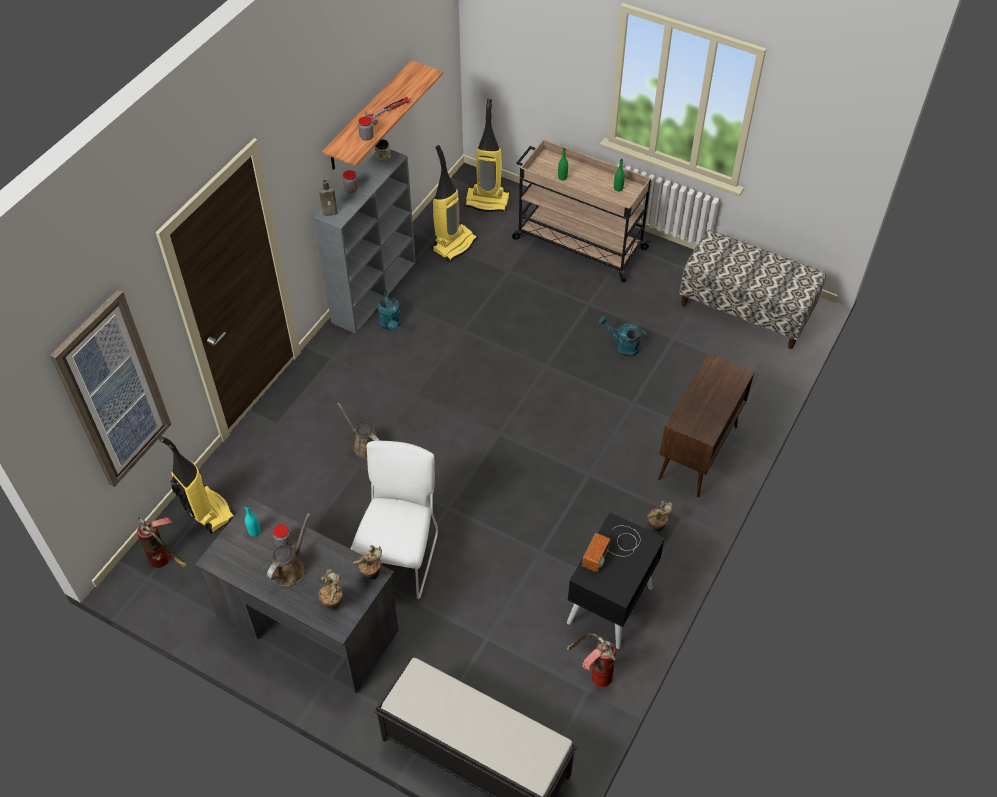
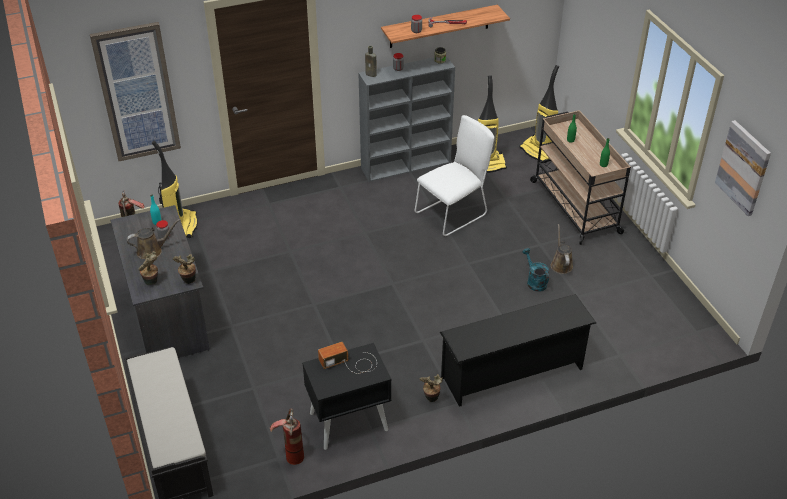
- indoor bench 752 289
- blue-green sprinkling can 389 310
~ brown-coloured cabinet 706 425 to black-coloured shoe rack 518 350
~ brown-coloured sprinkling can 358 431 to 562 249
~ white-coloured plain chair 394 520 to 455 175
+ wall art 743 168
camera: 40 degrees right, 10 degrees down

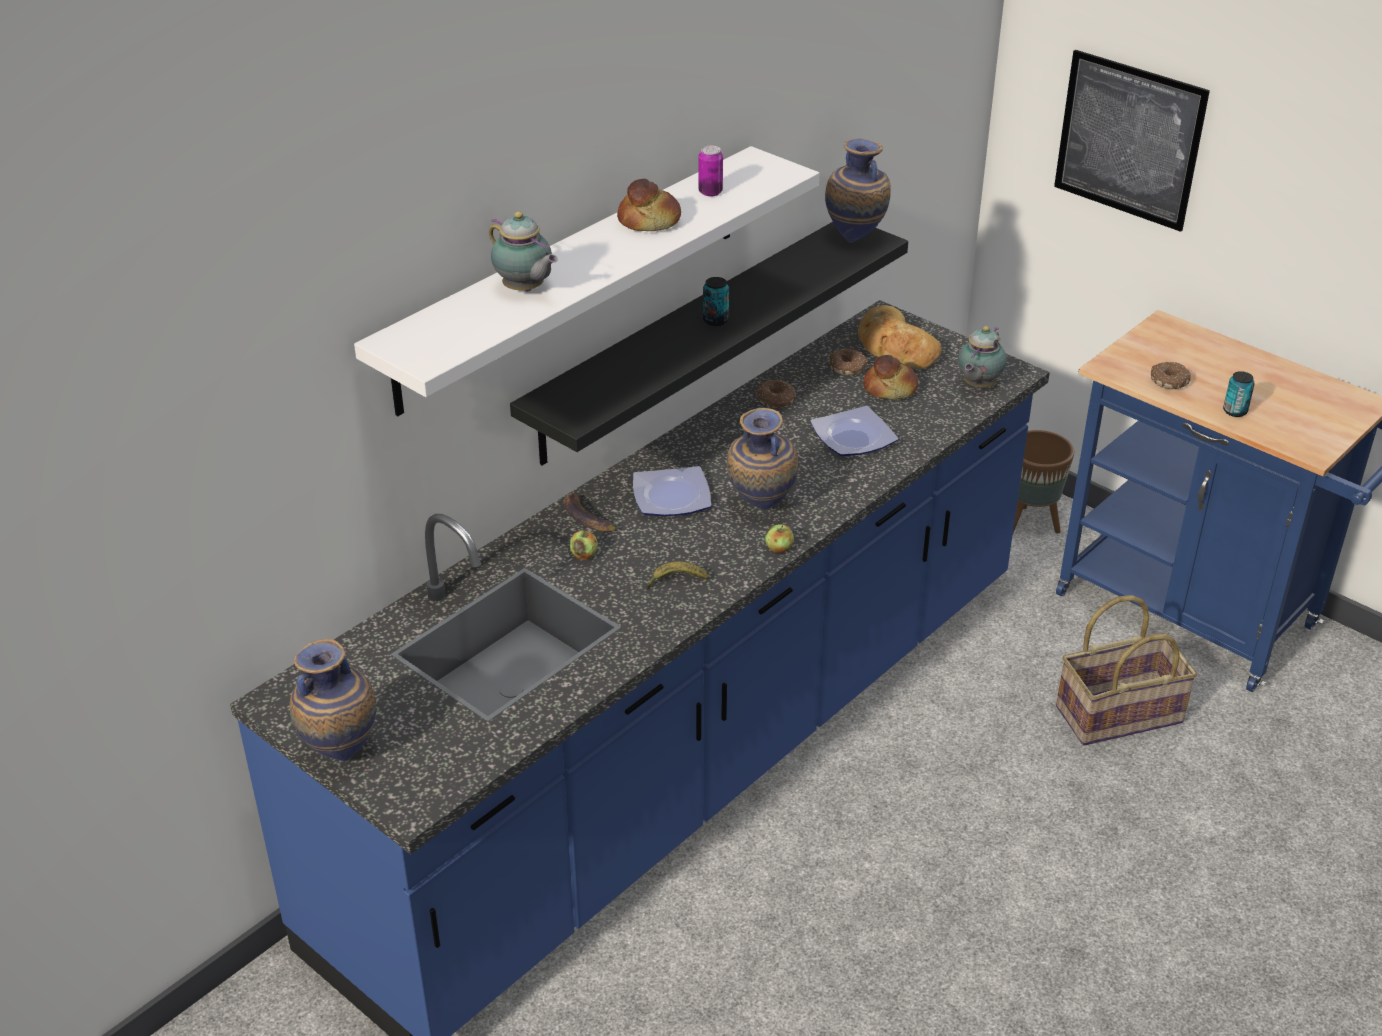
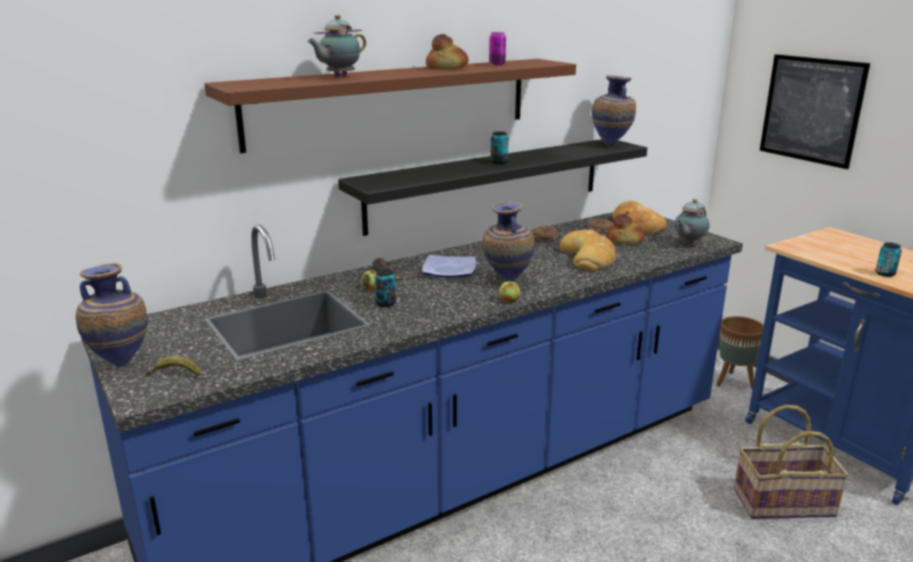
~ white-coloured shelf 586 281 to brown-coloured shelf 390 106
~ tea pot 523 252 = 336 46 75 degrees clockwise
- donut 1170 375
~ dinner plate 854 431 to bakery bread 588 250
~ banana fruit 677 575 to 173 366
+ can 385 288
camera: 15 degrees right, 15 degrees down

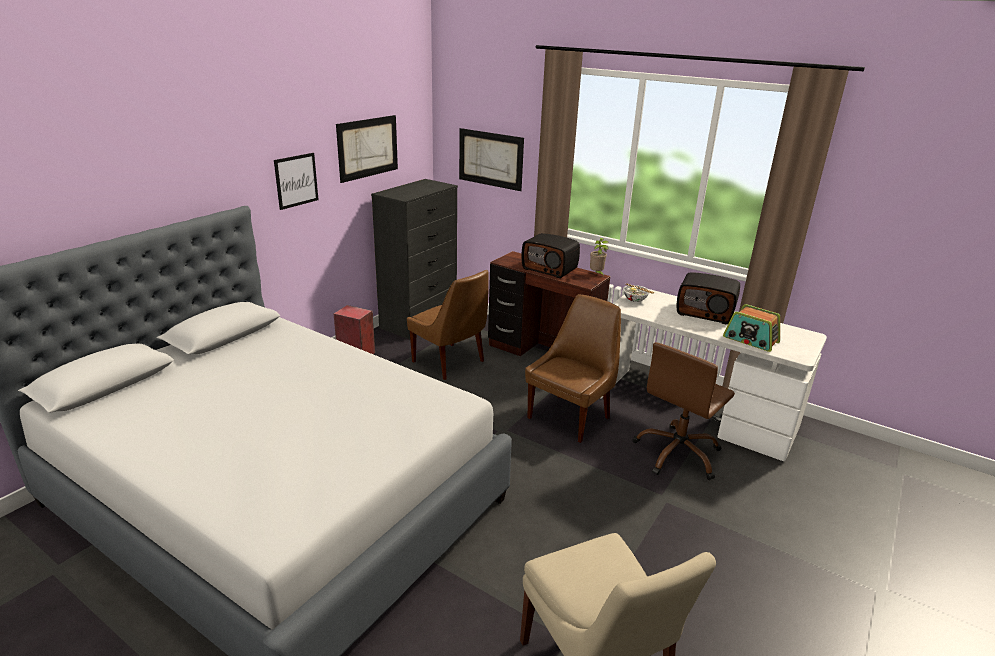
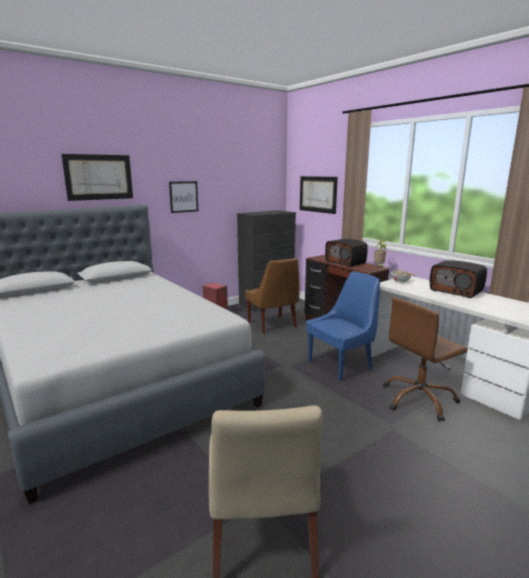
~ wall art 367 149 to 97 177
~ brown-coloured plain chair 573 368 to blue plain chair 343 326
- radio 751 328
camera: 20 degrees right, 10 degrees down

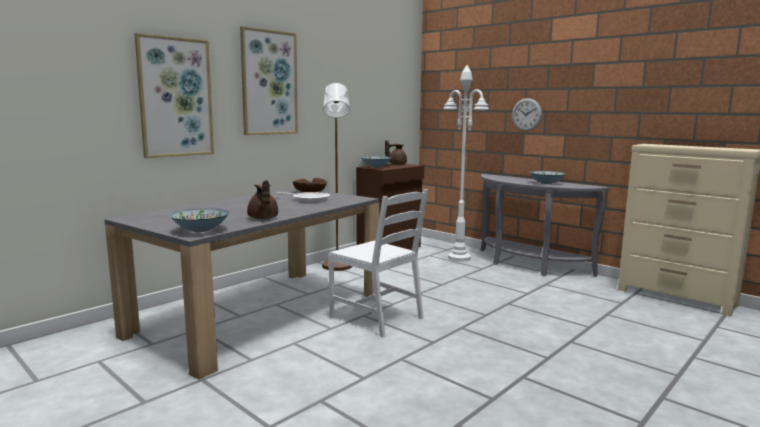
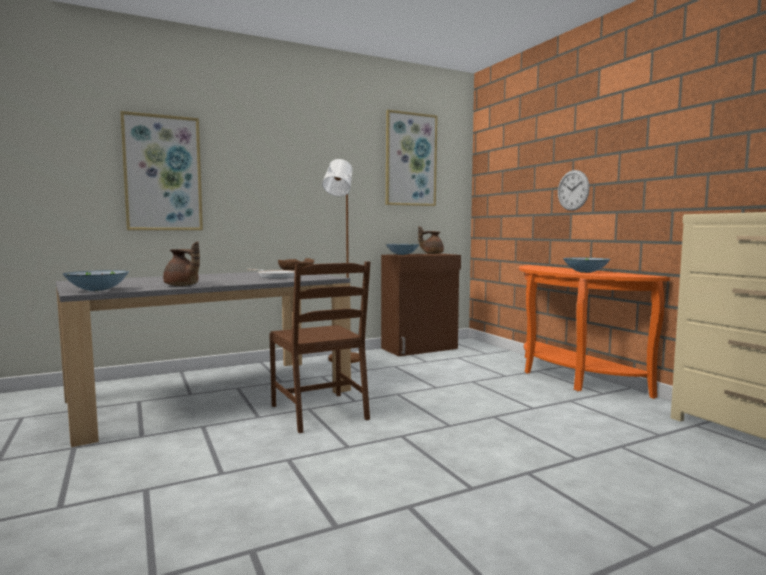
~ wall art 269 80 to 412 158
- white-coloured standing lamp 466 163
~ greyish console table 545 225 to orange-coloured console table 594 332
~ brown-coloured tea pot 262 199 = 181 263 60 degrees counterclockwise
~ white-coloured plain chair 378 263 to brown-coloured plain chair 319 347
camera: 20 degrees right, 5 degrees down

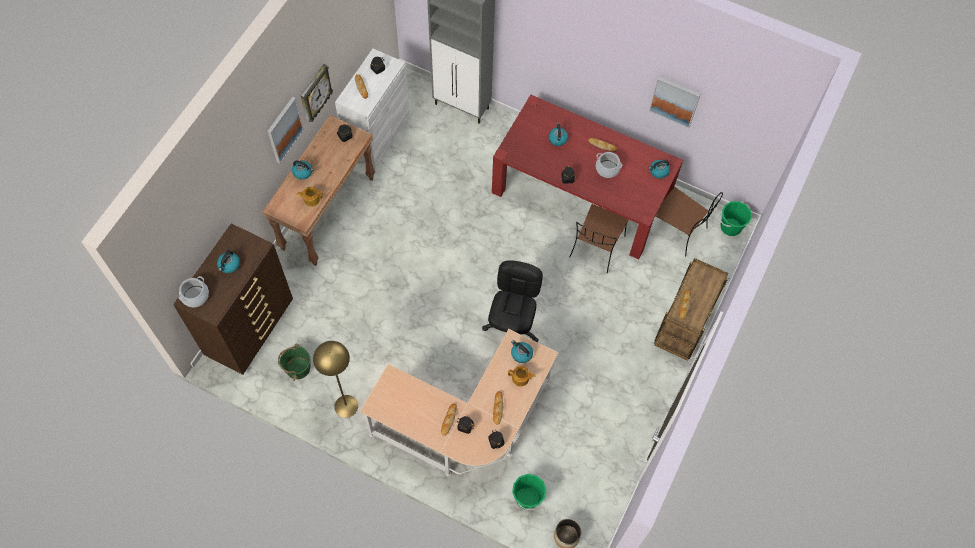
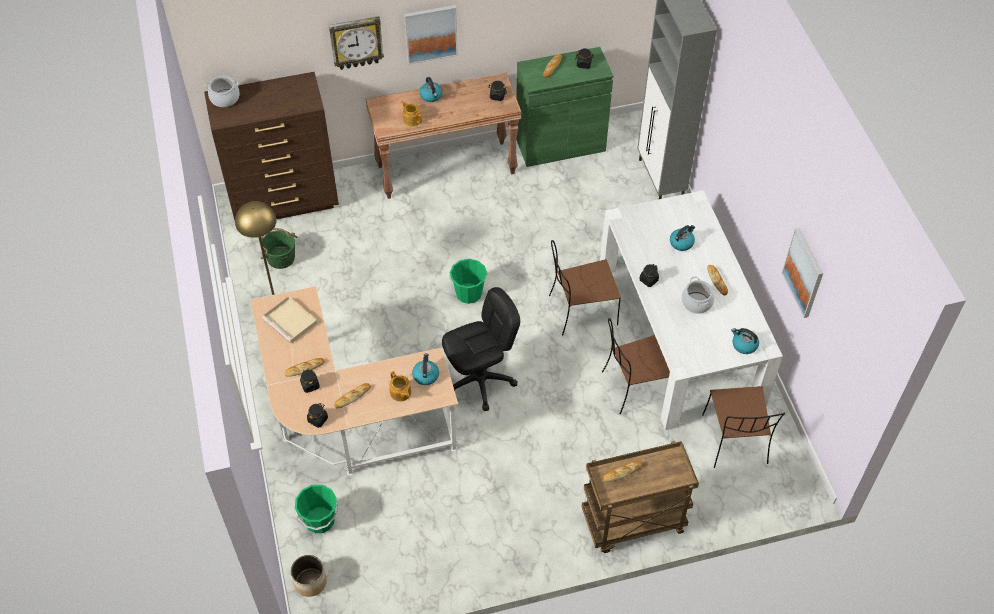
~ white-coloured cabinet 372 108 to greenish cabinet 564 107
~ wall clock 317 93 to 356 43
~ red kitchen table 587 177 to white-coloured kitchen table 691 310
~ greenish pail 736 218 to 468 281
- kettle 228 261
+ brown-coloured plain chair 585 287
+ beige-coloured carrying tray 290 320
camera: 50 degrees right, 10 degrees down

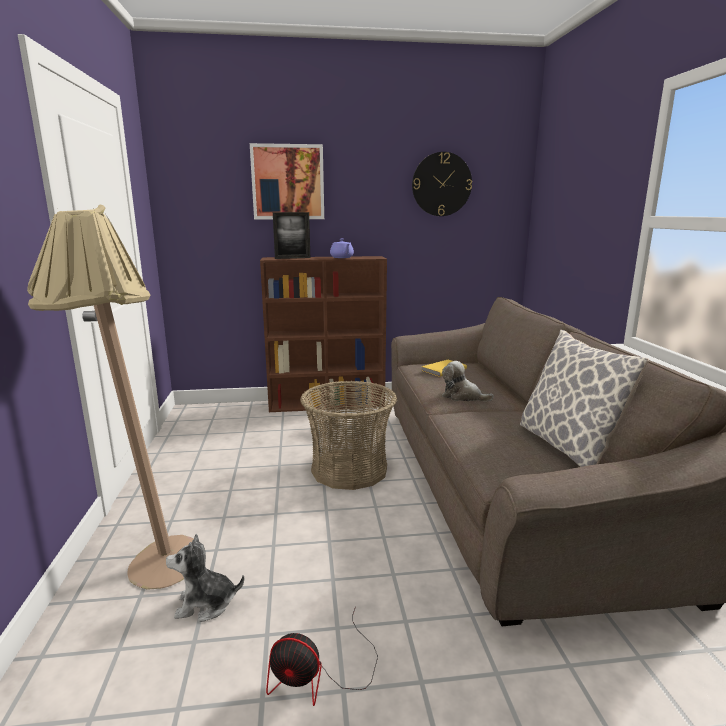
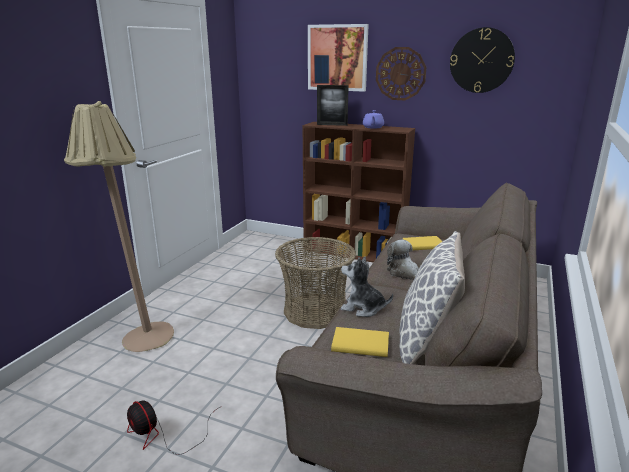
~ soft toy 205 578 to 367 287
+ wall clock 401 73
+ yellow volume 360 342
camera: 30 degrees right, 5 degrees up

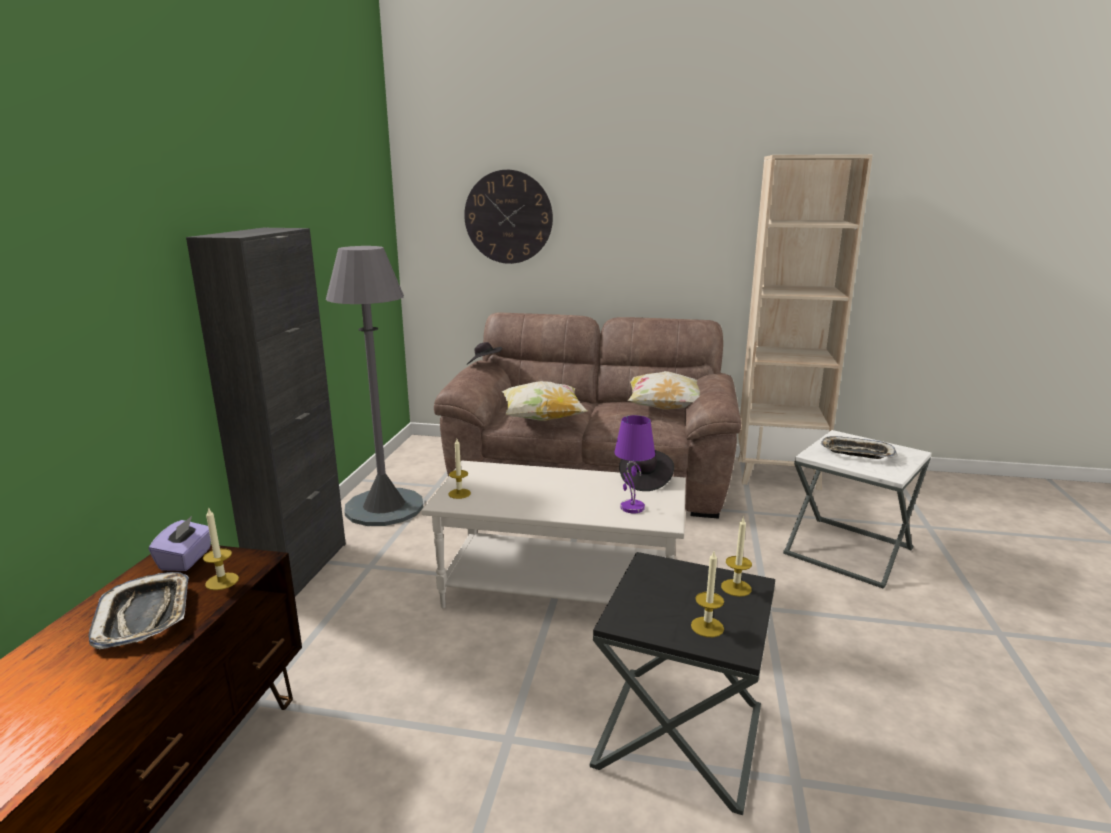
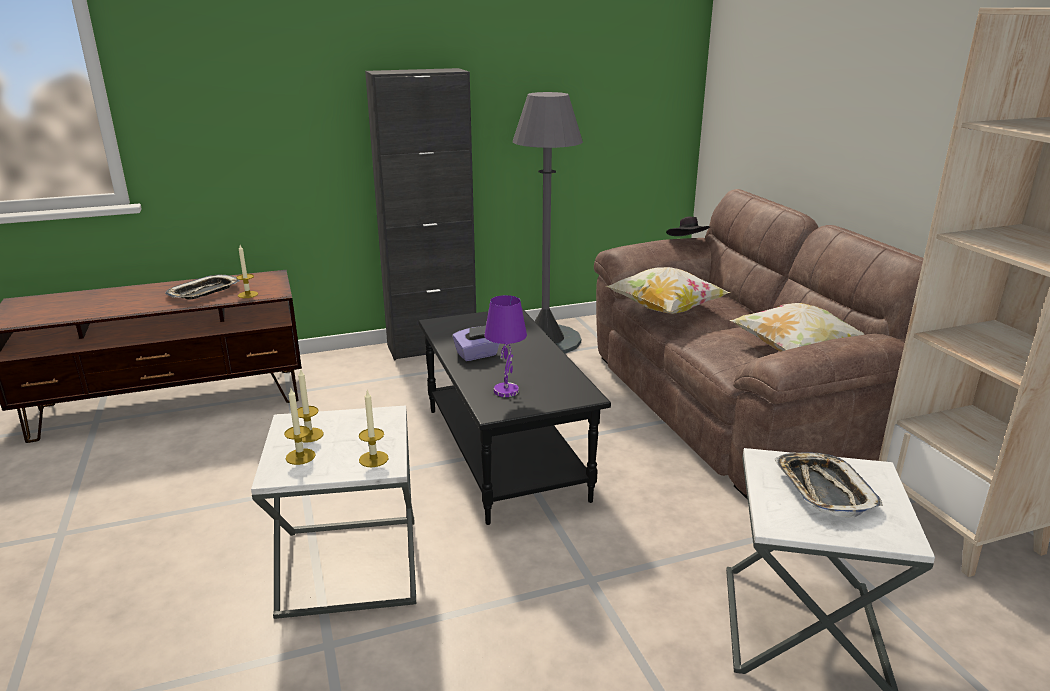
- wall clock 508 217
~ wax light 459 469 to 310 405
- black-coloured clothing hat 646 470
~ white-coloured lounge table 554 534 to black-coloured lounge table 514 417
~ purplish tissue holder 180 543 to 476 343
~ black-coloured end table 682 683 to white-coloured end table 333 512
camera: 60 degrees right, 5 degrees up

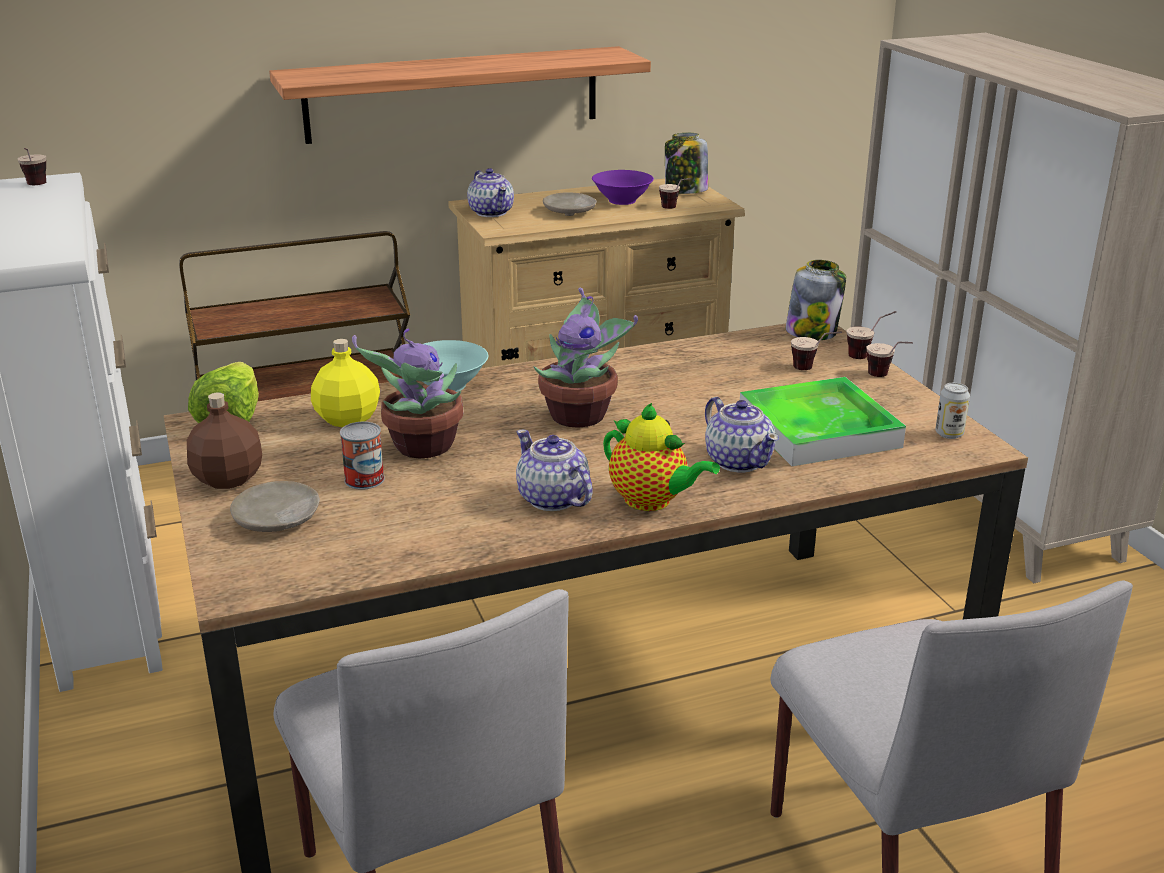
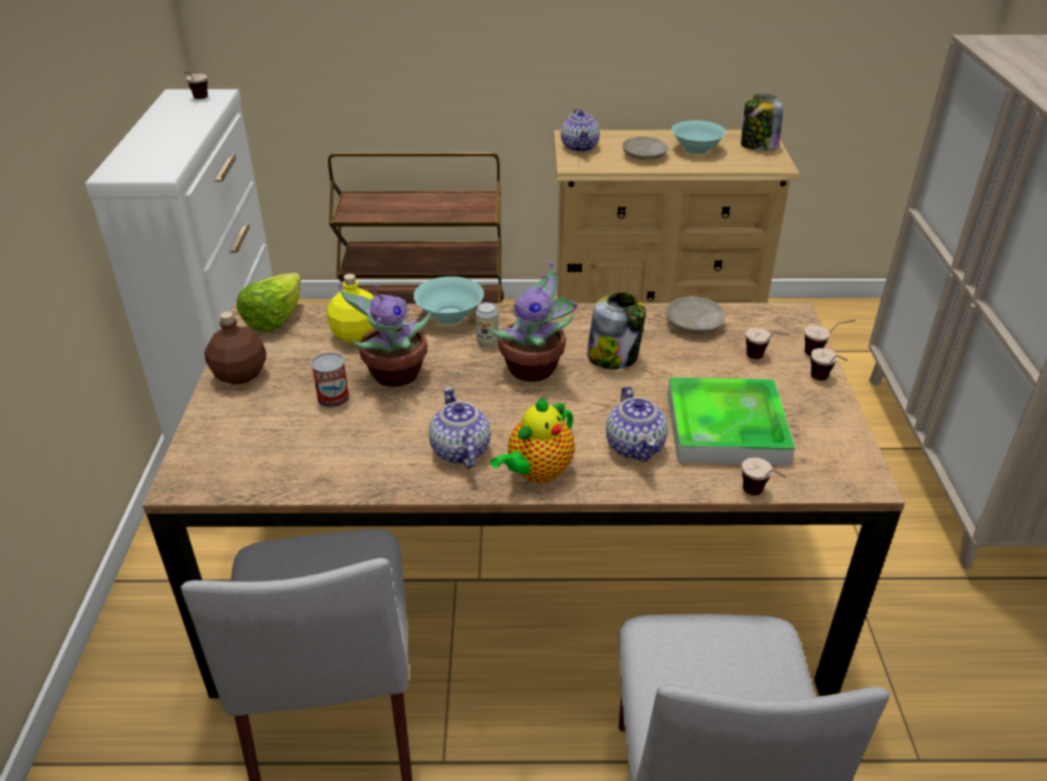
- shelf 460 95
~ purplish deep dish 623 187 to blue-green deep dish 699 137
~ small cup 675 193 to 764 476
~ preserve jar 816 300 to 616 330
~ can 952 411 to 487 324
~ tea pot 661 457 = 532 440 75 degrees clockwise
~ beige-coloured dinner plate 275 506 to 696 315
camera: 20 degrees right, 10 degrees up

